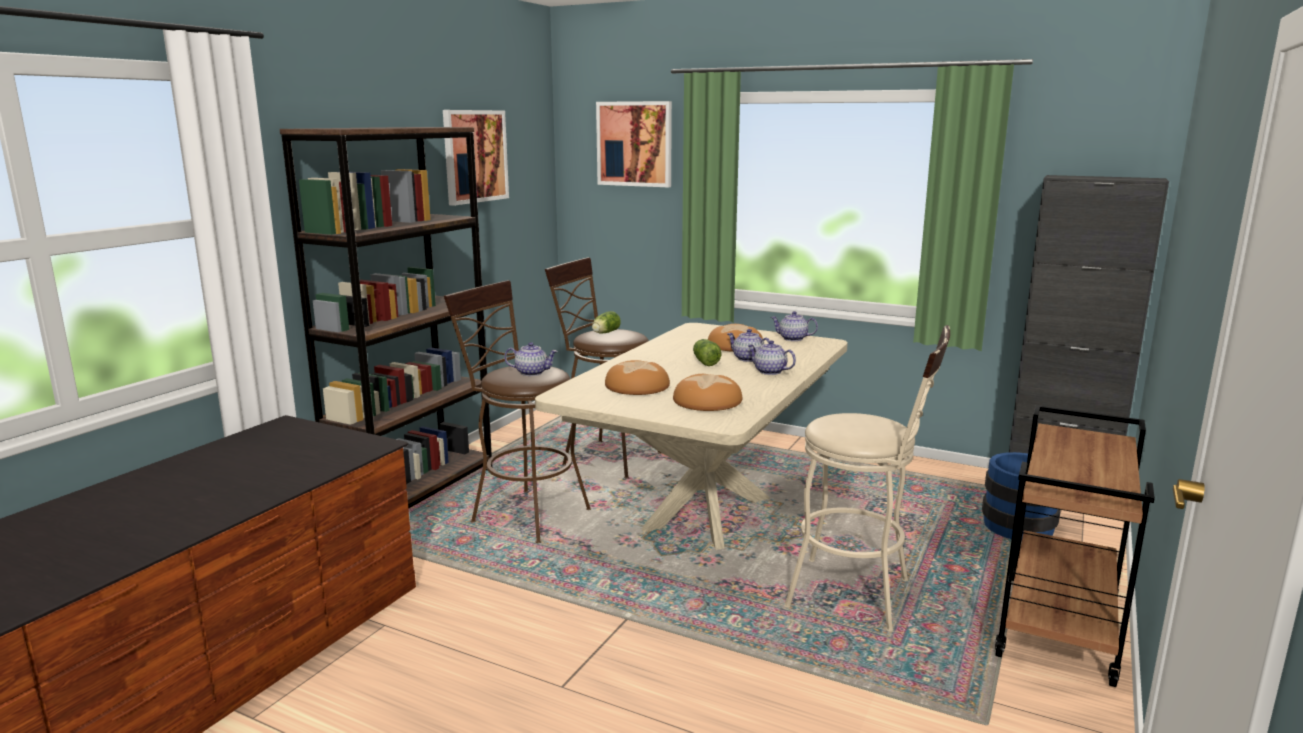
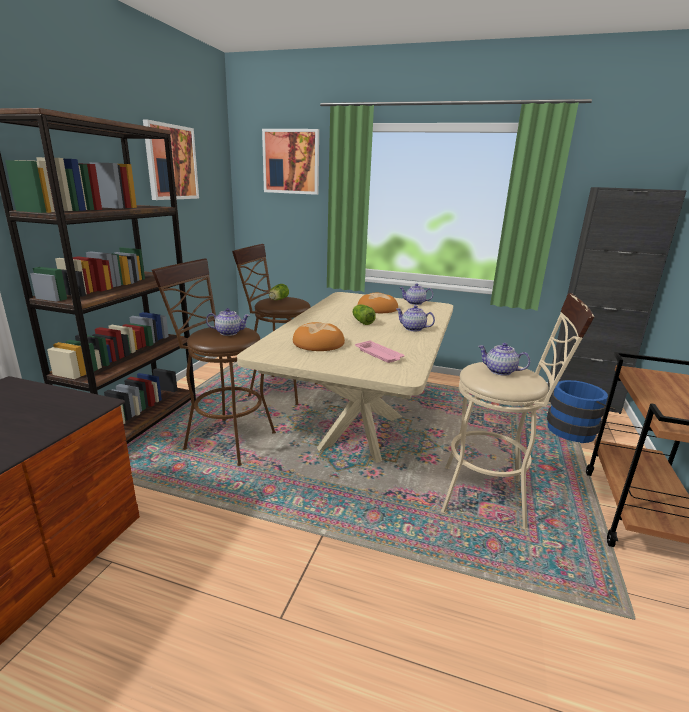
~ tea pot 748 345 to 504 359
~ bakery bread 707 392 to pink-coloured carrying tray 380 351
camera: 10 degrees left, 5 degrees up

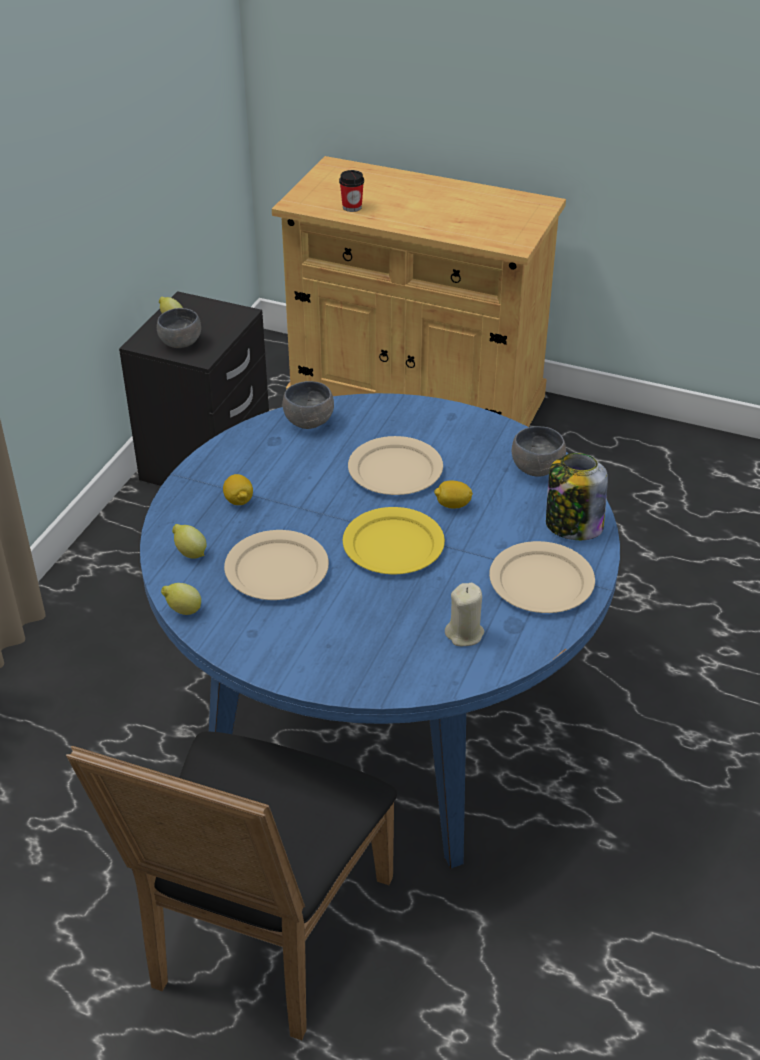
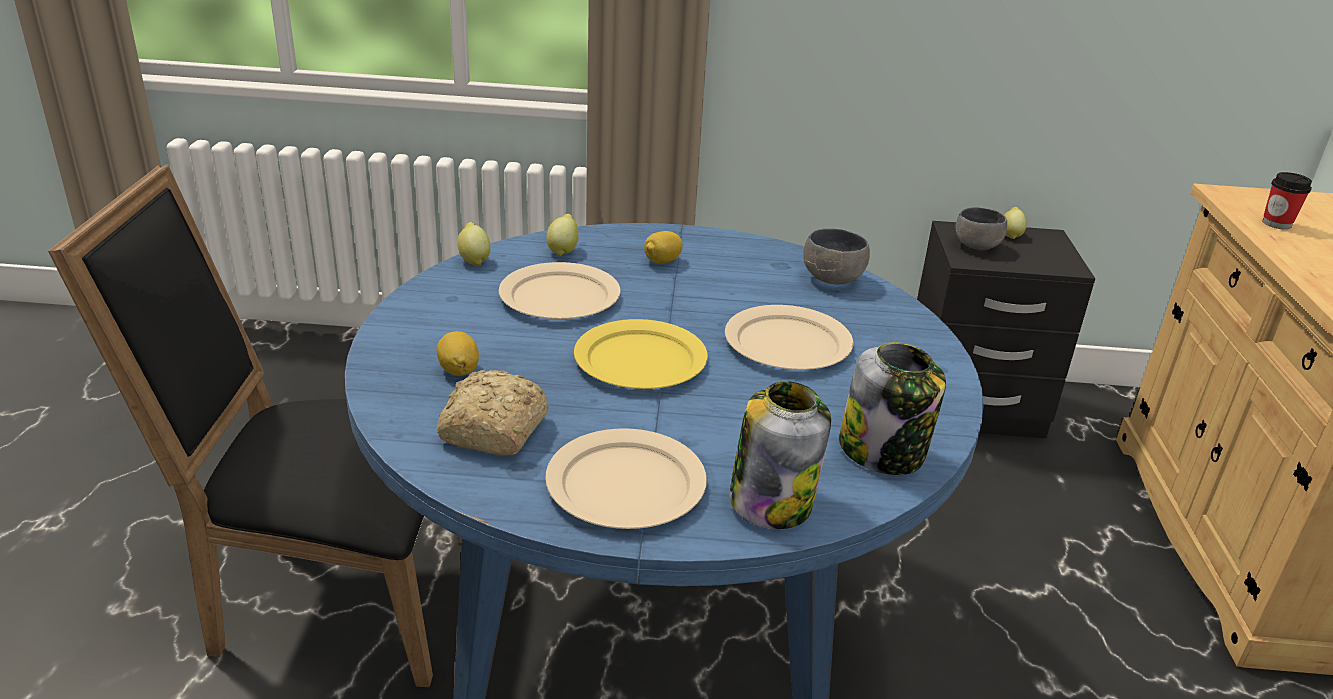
~ greyish deep dish 539 451 to preserve jar 892 408
~ citrus fruit 453 494 to 457 353
~ beige-coloured wax light 464 614 to bakery bread 493 413
camera: 70 degrees right, 10 degrees down

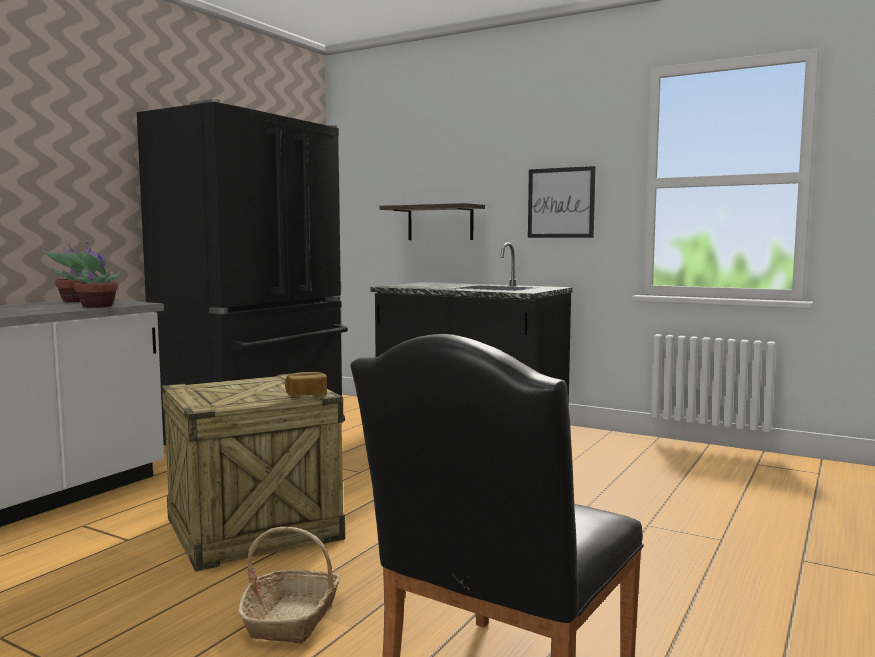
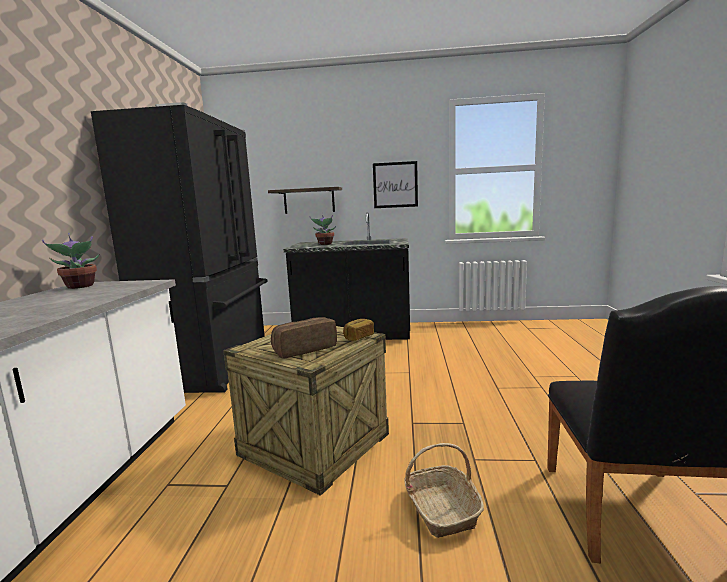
~ potted plant 92 275 to 322 229
+ bakery bread 304 338
camera: 25 degrees left, 5 degrees up

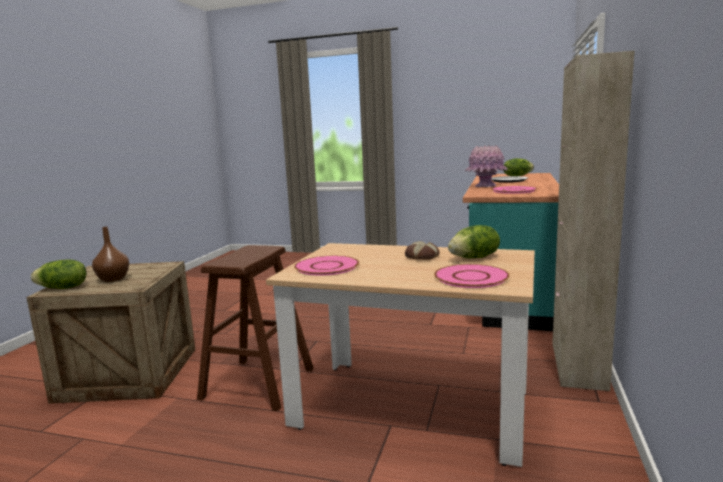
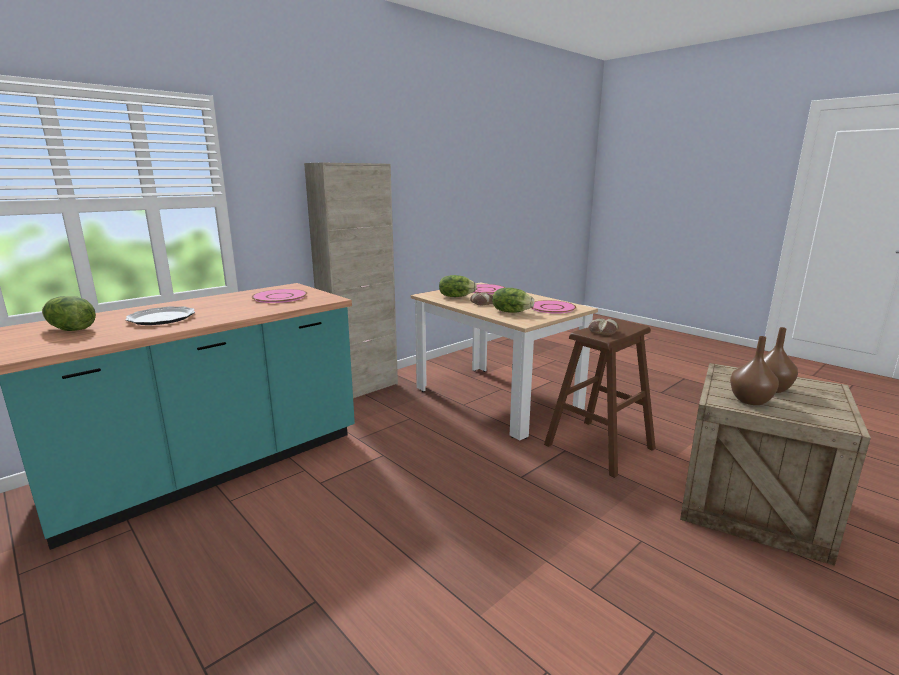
- pink-coloured flower vase 486 166
~ lettuce 59 274 to 513 300
+ bakery bread 604 326
+ brown-coloured flower vase 754 370
camera: 150 degrees left, 5 degrees up

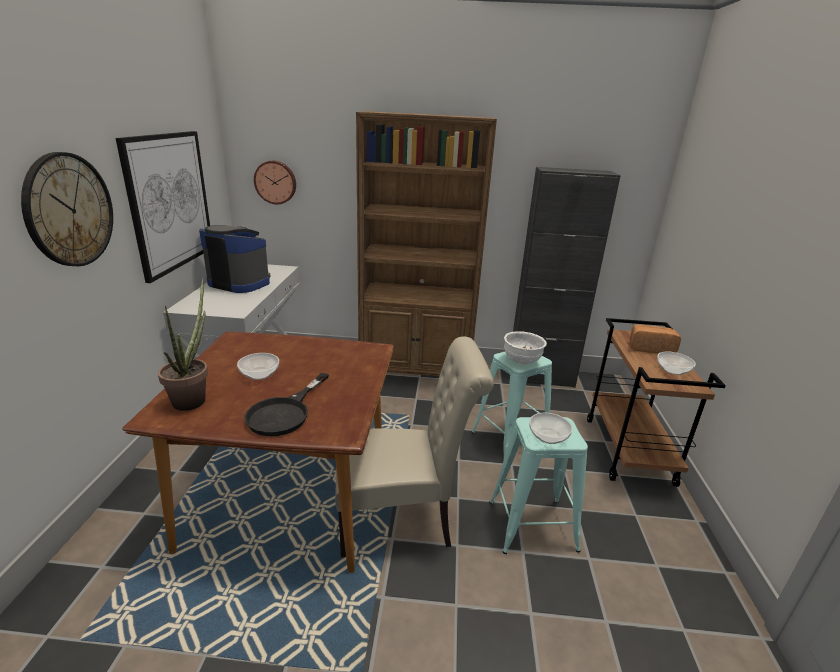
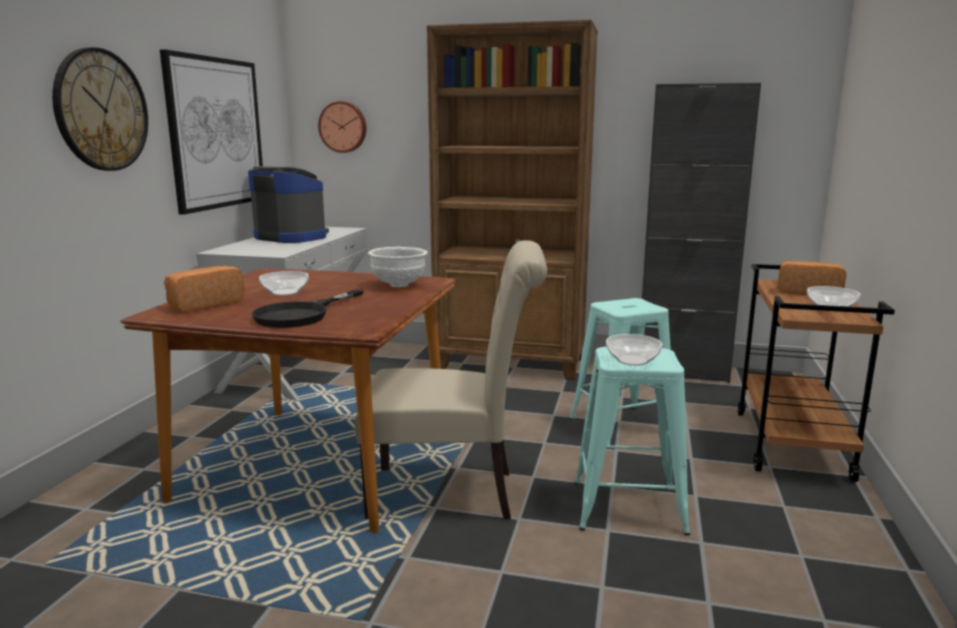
~ potted plant 183 344 to bakery bread 204 289
~ white-coloured deep dish 525 348 to 398 267
camera: 10 degrees right, 10 degrees down

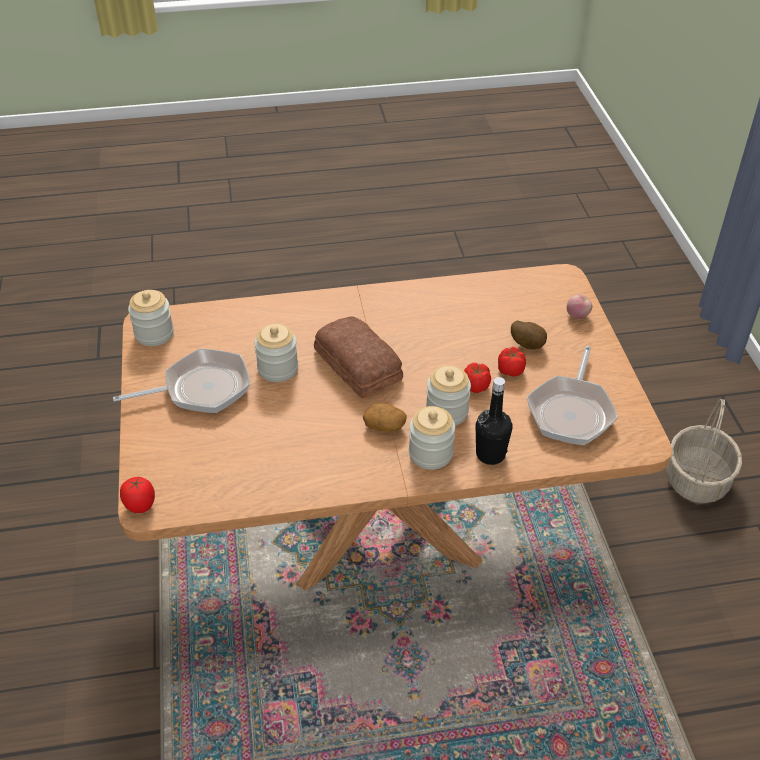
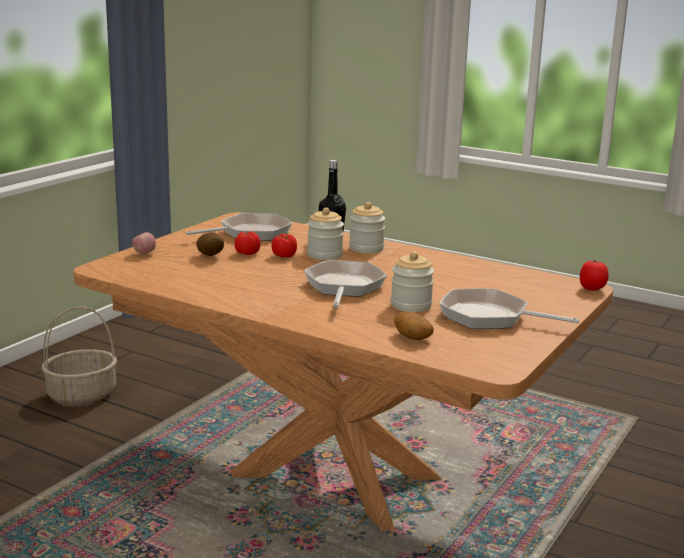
- preserve jar 151 318
~ bakery bread 358 357 to pan 345 284
~ whole potato 385 417 to 414 325
camera: 140 degrees left, 25 degrees down

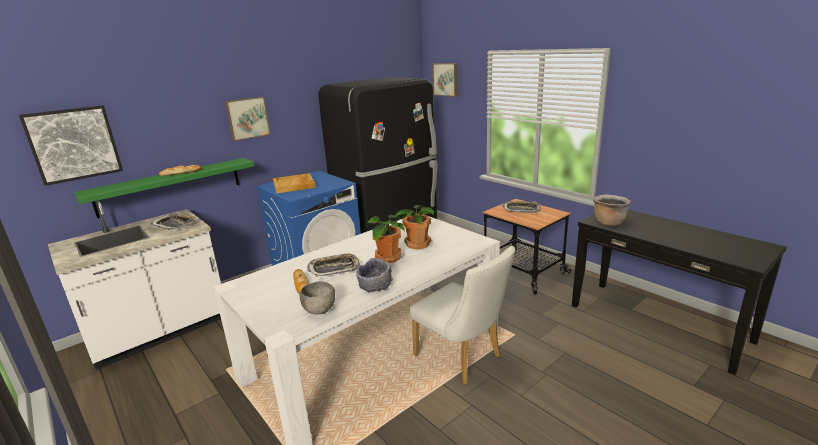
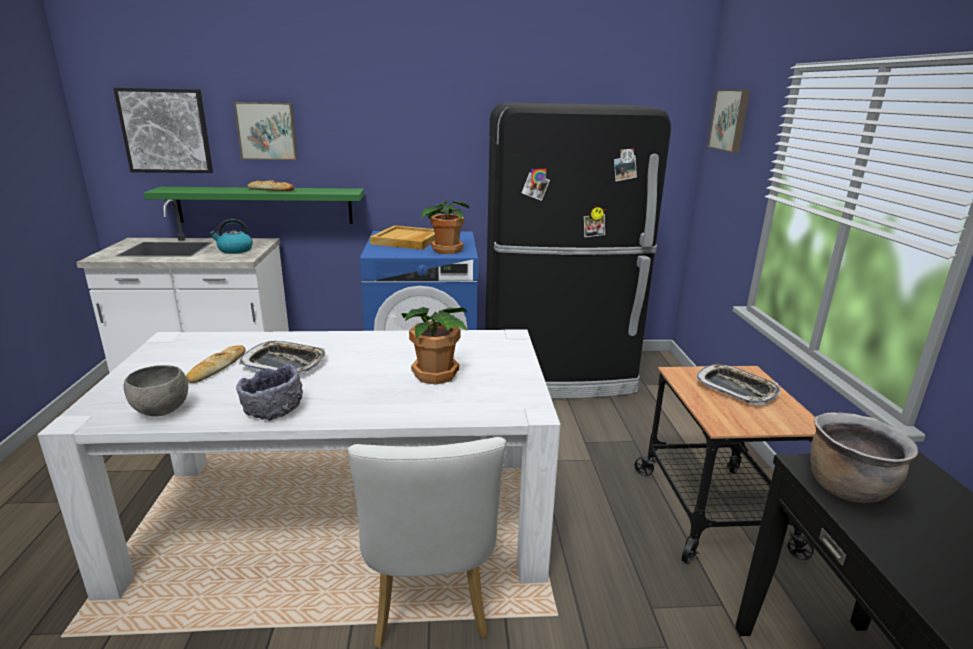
~ wall art 248 119 to 266 131
~ carrying tray 174 221 to kettle 231 236
~ potted plant 386 239 to 445 227
camera: 35 degrees right, 0 degrees up

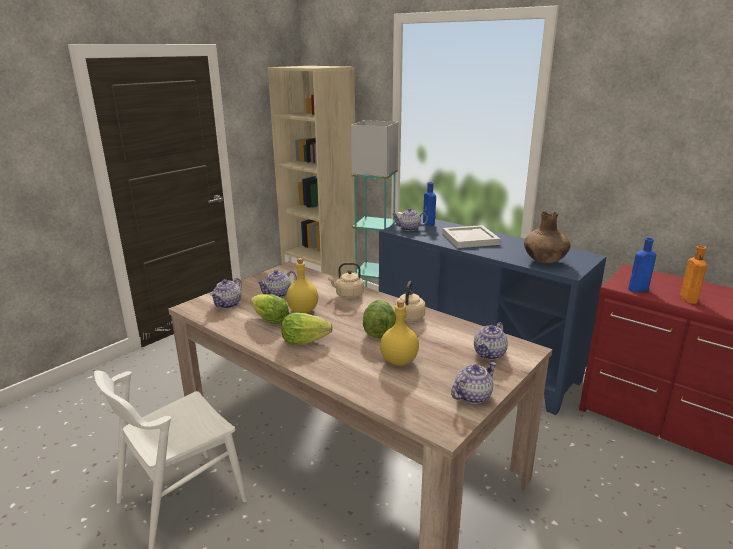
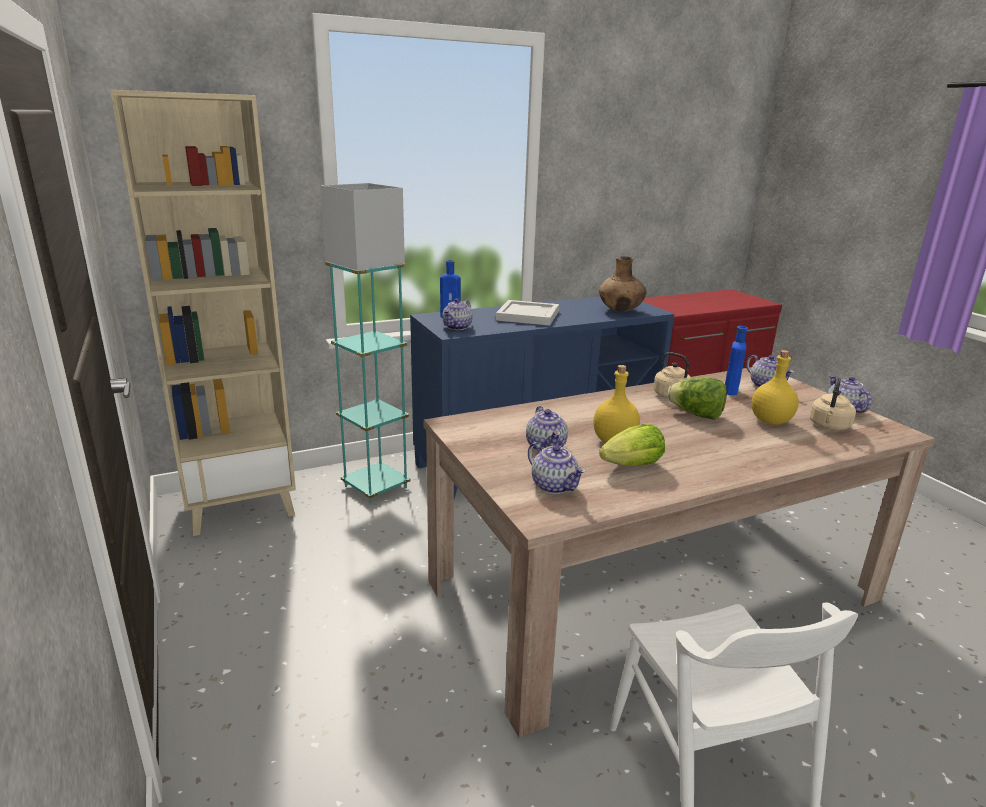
~ blue beverage bottle 642 265 to 736 361
- orange-coloured beverage bottle 693 275
~ beige-coloured kettle 346 280 to 833 404
- lettuce 307 329
camera: 65 degrees left, 0 degrees up

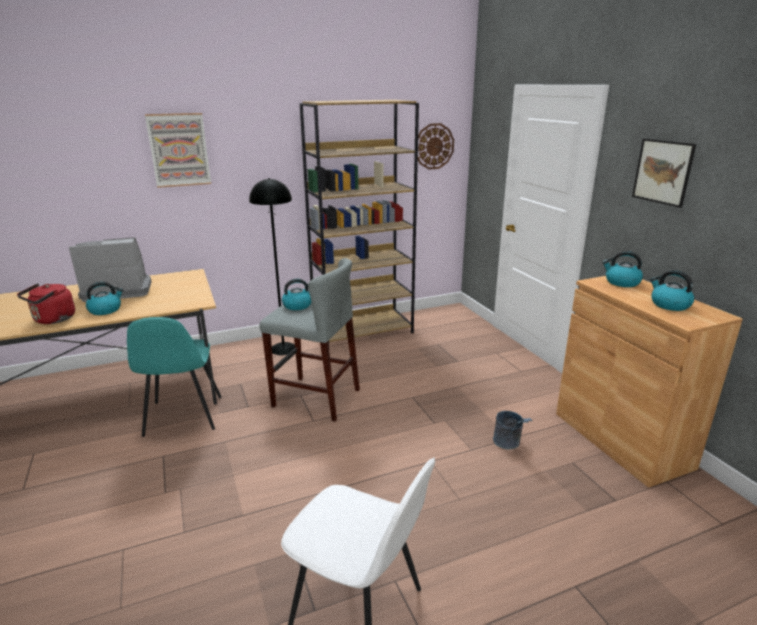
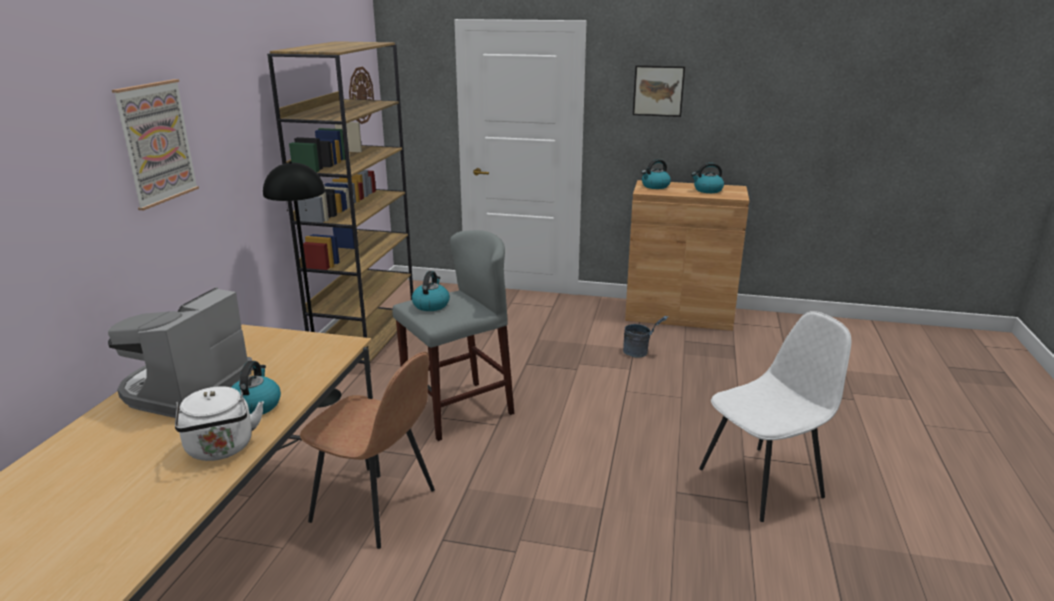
~ red kettle 46 303 to white-coloured kettle 219 423
~ blue-green plain chair 174 377 to brown-coloured plain chair 367 450
camera: 55 degrees left, 0 degrees up

